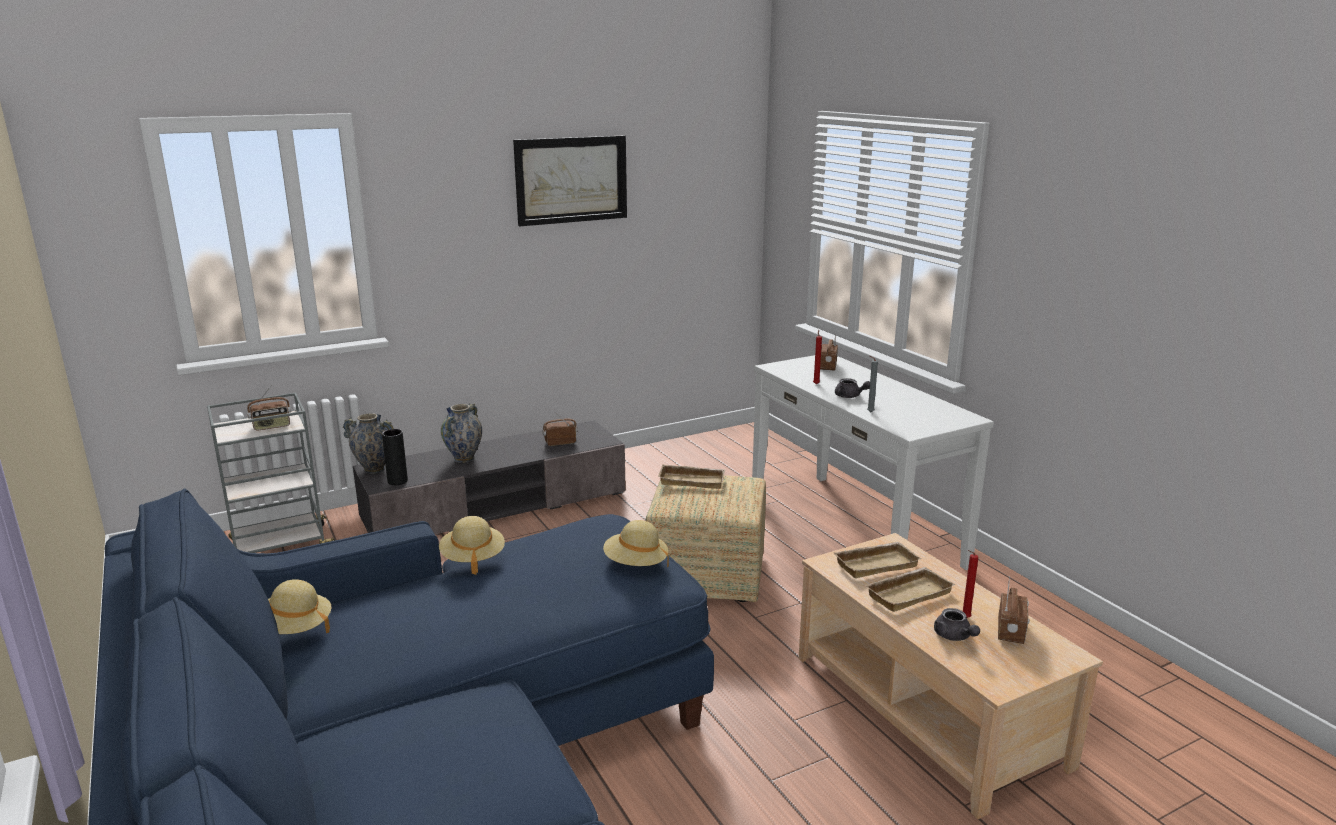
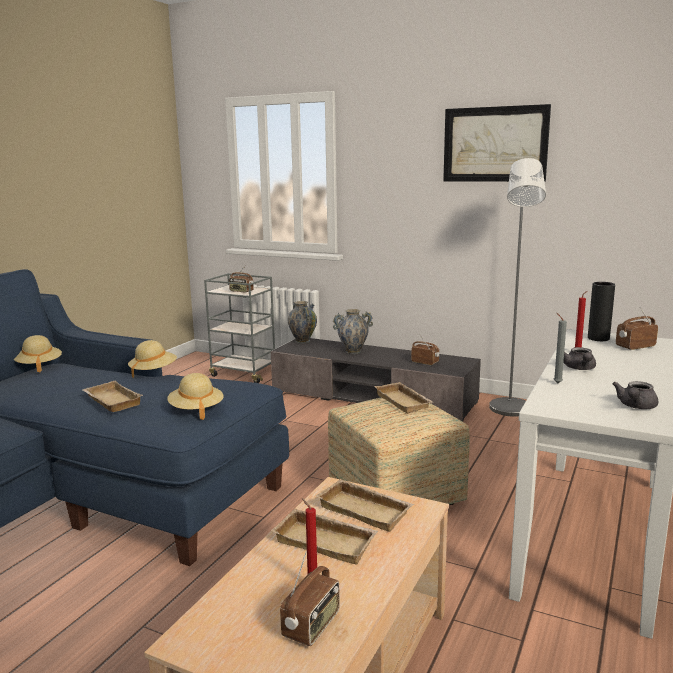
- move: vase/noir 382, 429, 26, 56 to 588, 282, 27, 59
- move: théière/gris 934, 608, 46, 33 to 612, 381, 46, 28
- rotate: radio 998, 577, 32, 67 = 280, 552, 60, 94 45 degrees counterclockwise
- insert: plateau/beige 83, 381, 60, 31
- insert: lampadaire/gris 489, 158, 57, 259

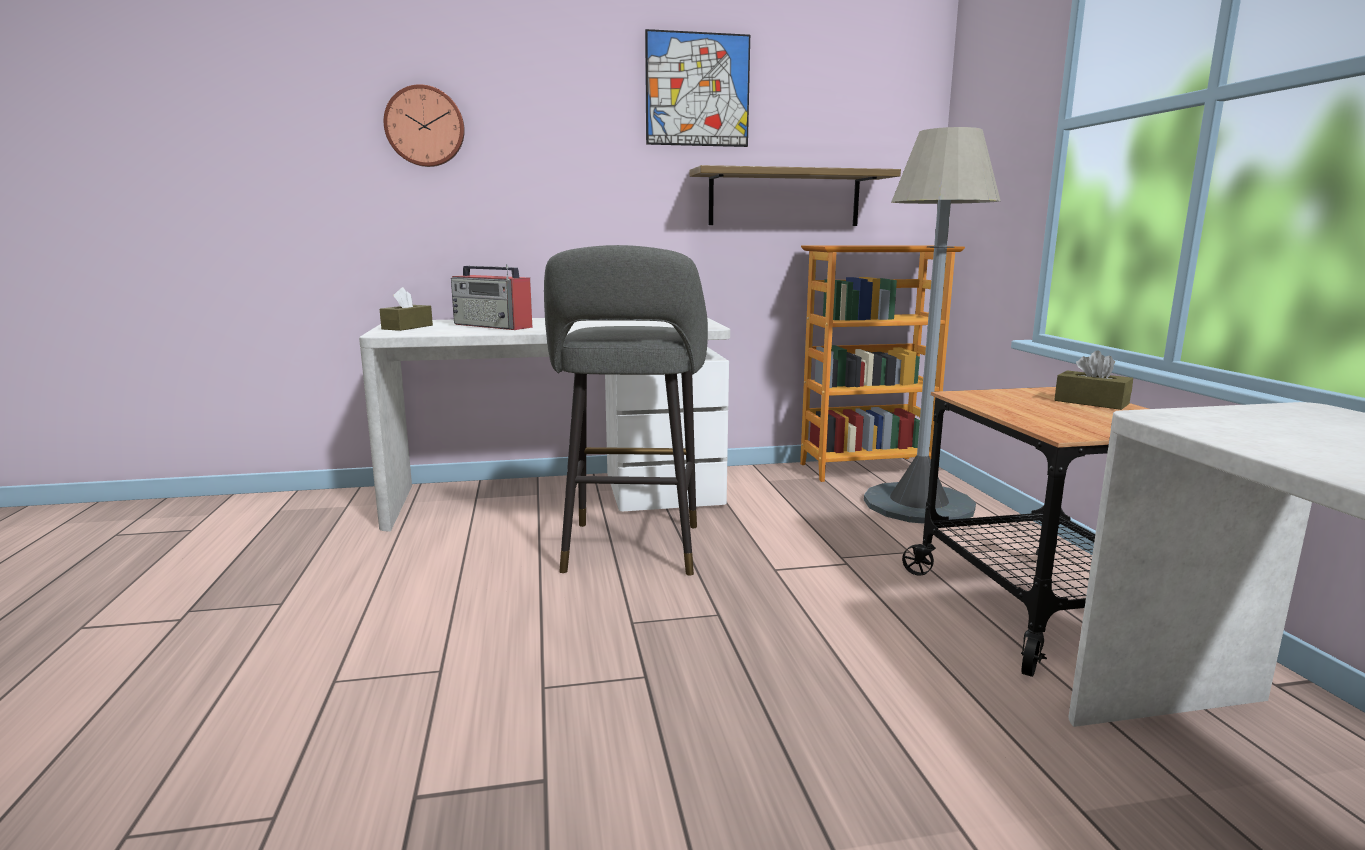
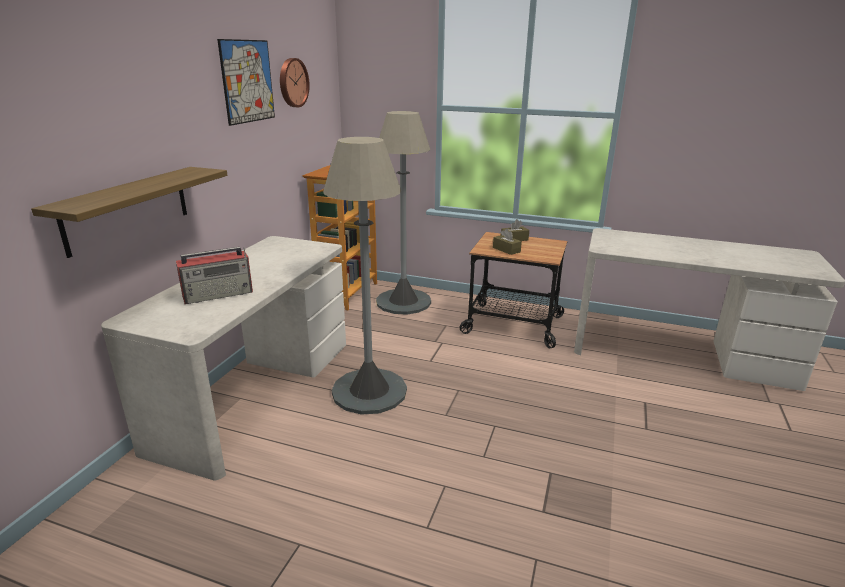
- move: boîte à mouchoirs/marron 380, 287, 53, 44 to 493, 229, 29, 26
- move: horloge murale 384, 84, 81, 83 to 280, 58, 30, 49
- replace: tabouret/gris 544, 245, 164, 330 to lampadaire/gris 323, 137, 84, 278
- move: étagère 689, 165, 212, 61 to 31, 167, 196, 91

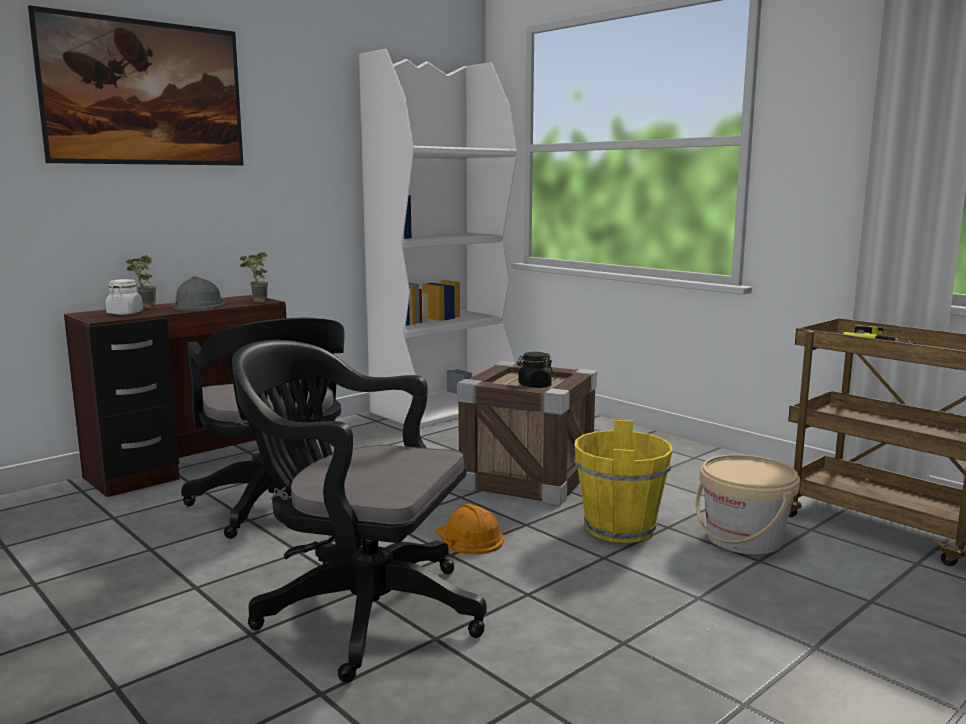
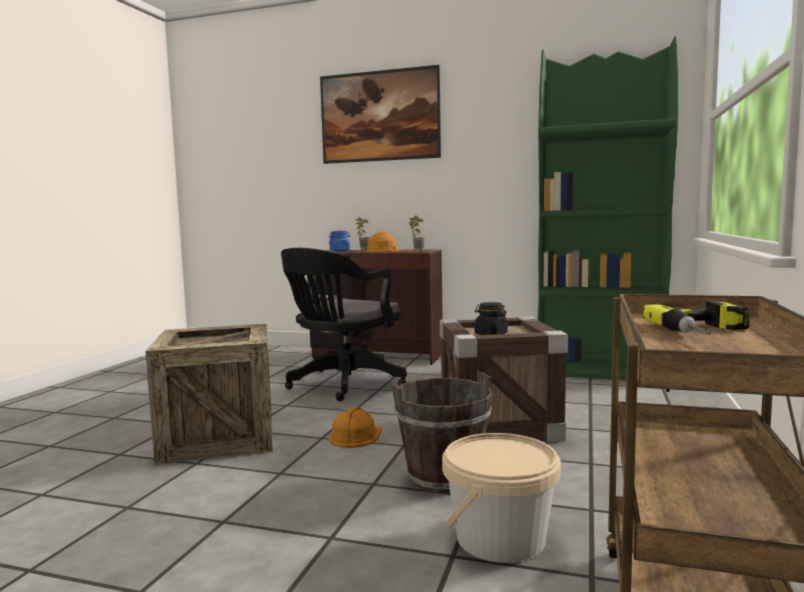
- recolor: bocal/blanc 106, 279, 37, 36 to bocal/bleu 329, 231, 22, 21
- recolor: casque de chantier/gris 173, 276, 53, 34 to casque de chantier/orange 366, 231, 35, 21
- replace: chaise de bureau/noir 232, 340, 255, 343 to caisse 145, 324, 128, 140
- recolor: bibliothèque/blanc 359, 49, 158, 379 to bibliothèque/vert 538, 36, 140, 344
- recolor: seau/jaune 574, 420, 98, 123 to seau/marron 391, 373, 102, 120

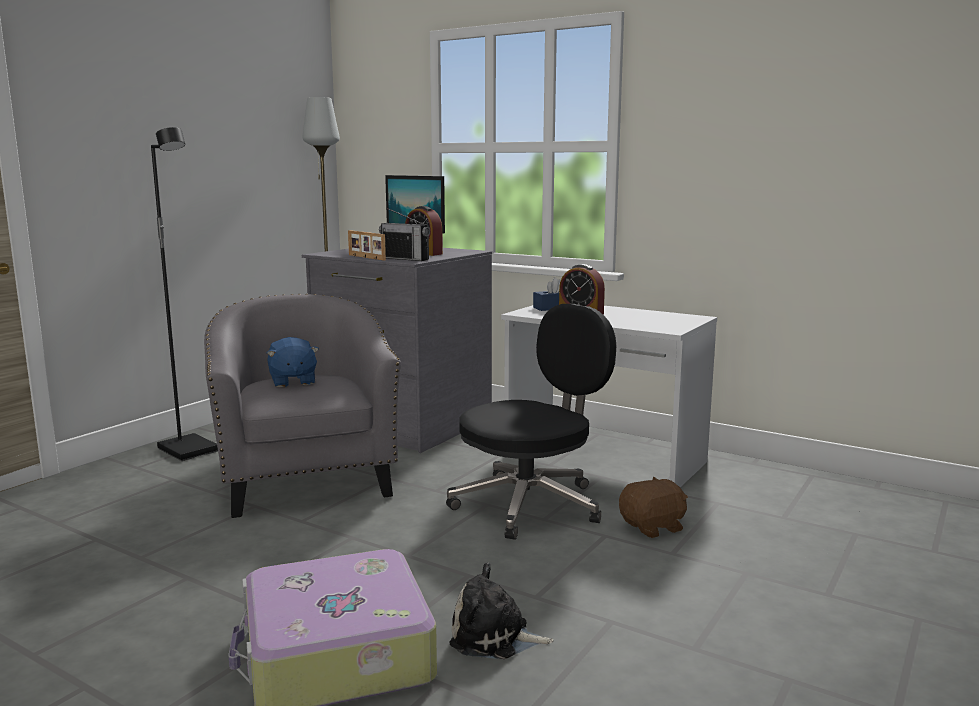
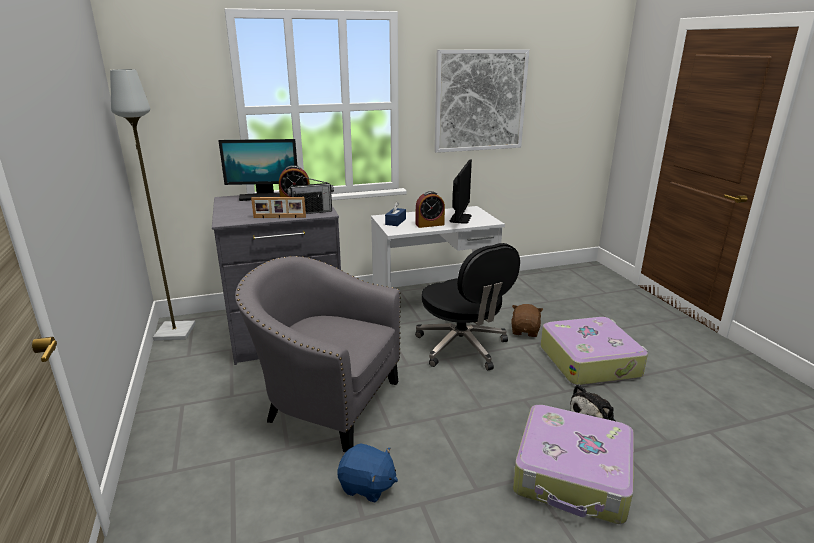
- delete: lampadaire/noir 151, 127, 67, 334
- move: peluche/bleu 267, 337, 52, 50 to 337, 444, 61, 58
- rotate: chaise de bureau/noir 446, 304, 171, 236 = 415, 243, 105, 128 150 degrees clockwise
- insert: tableau 435, 49, 94, 104
- insert: écran d'ordinateur 449, 160, 23, 64
- insert: valise 541, 317, 107, 68

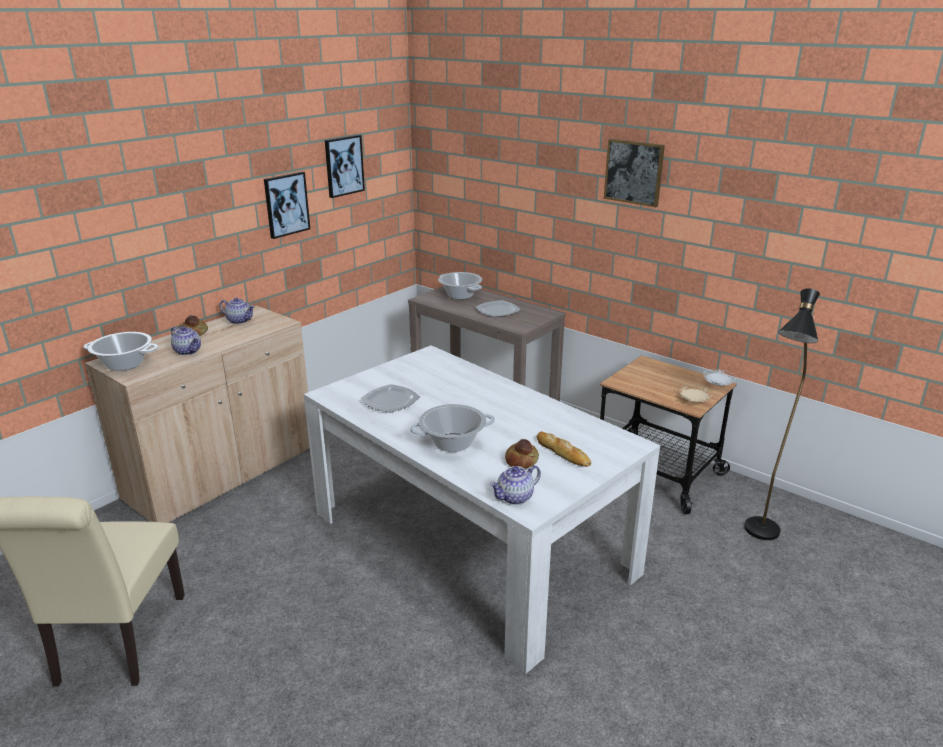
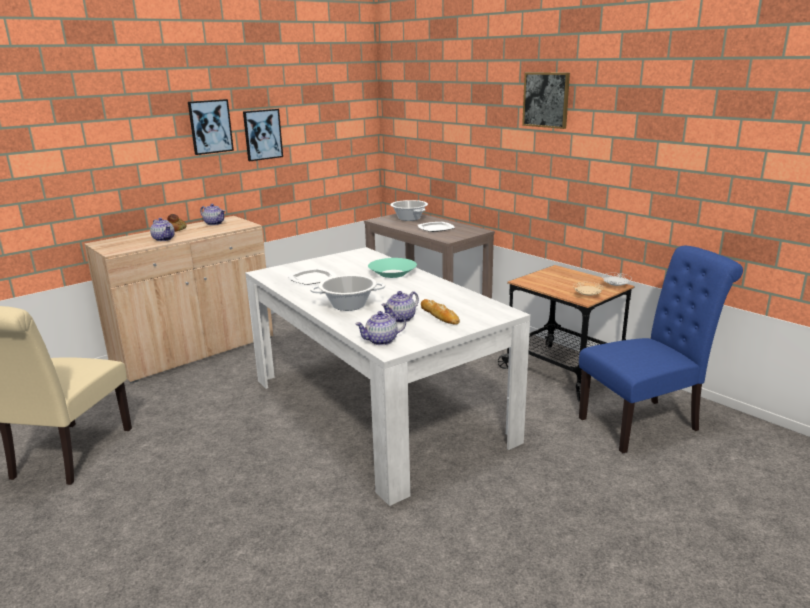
- delete: marmite 83, 332, 75, 39
- move: tableau 325, 135, 40, 63 to 188, 99, 46, 56
- replace: pain 505, 439, 34, 30 to théière 381, 291, 38, 32
- replace: lampadaire/noir 744, 288, 76, 252 to chaise/bleu 579, 246, 164, 207
- insert: bol/turquoise 368, 258, 49, 20

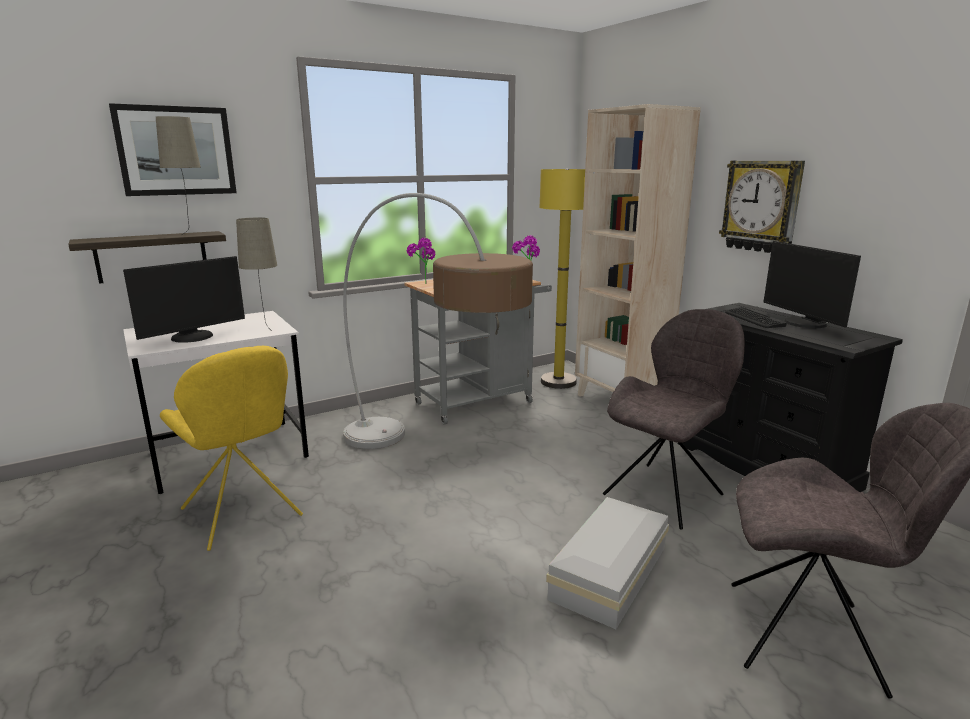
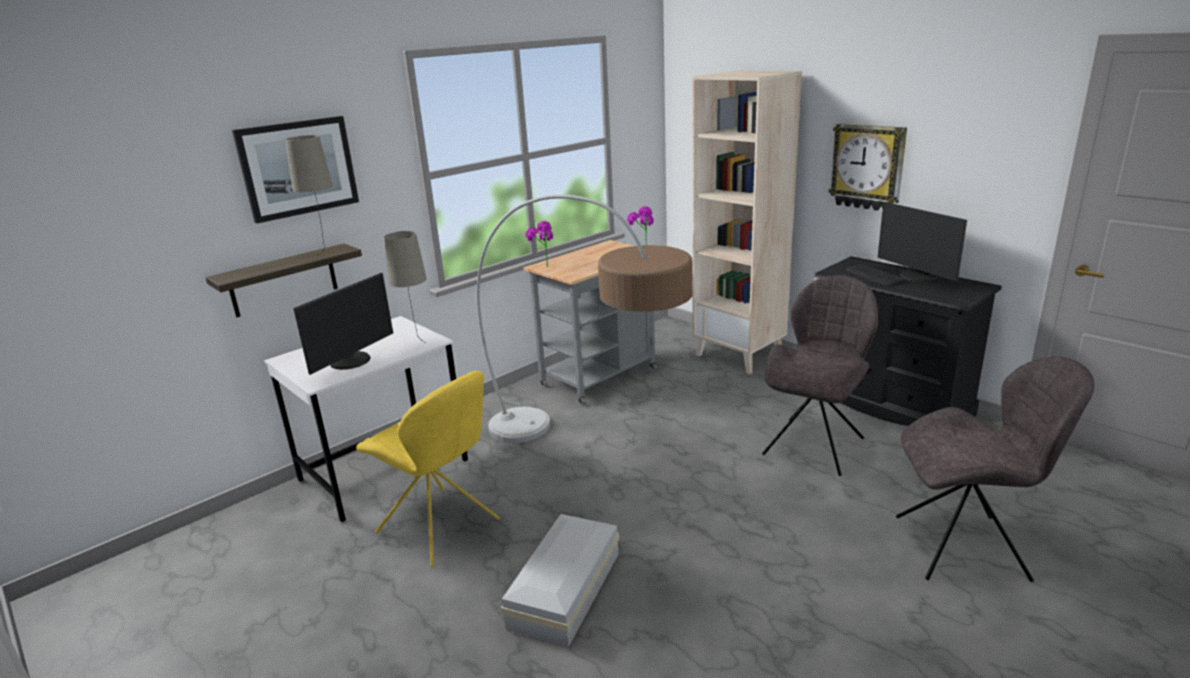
- delete: lampadaire/jaune 539, 169, 46, 220
- move: boîte de rangement/blanc 546, 497, 123, 132 to 501, 514, 118, 133

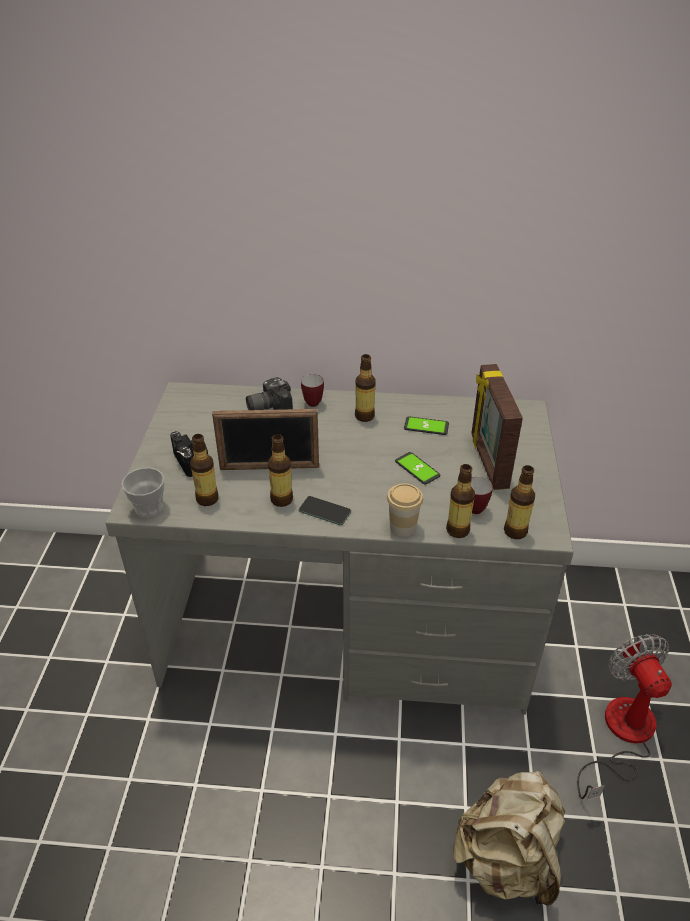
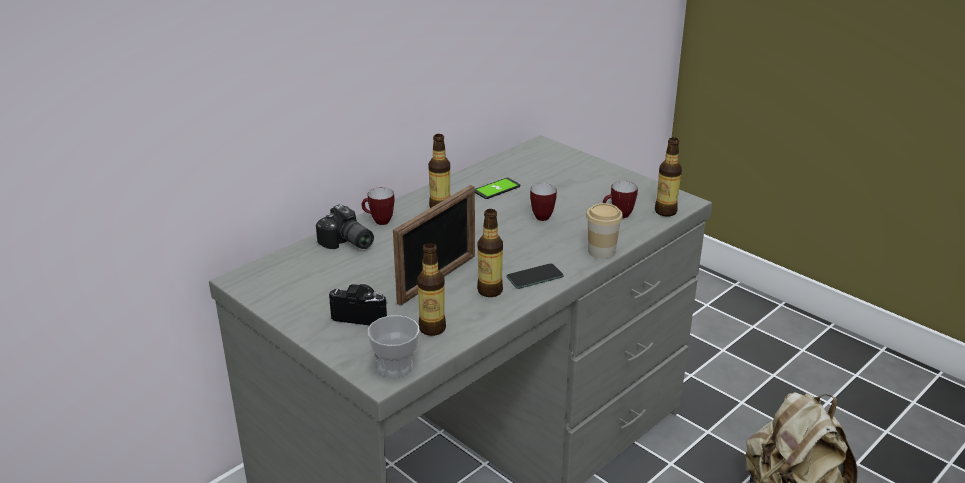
- rotate: appareil photo 246, 377, 47, 33 = 316, 204, 58, 45 60 degrees counterclockwise
- replace: téléphone 395, 452, 45, 33 to mug 530, 183, 27, 38
- delete: bouteille 446, 464, 29, 74
- delete: cadre photo 471, 364, 52, 126
- delete: ventilateur 577, 634, 95, 166

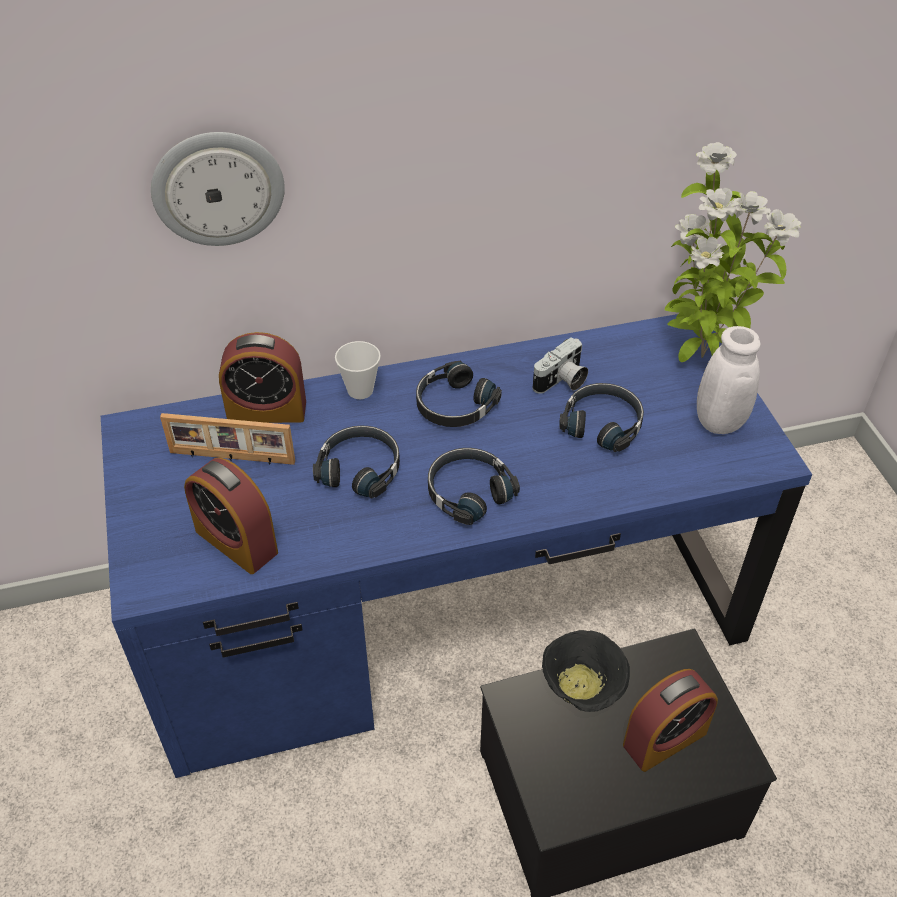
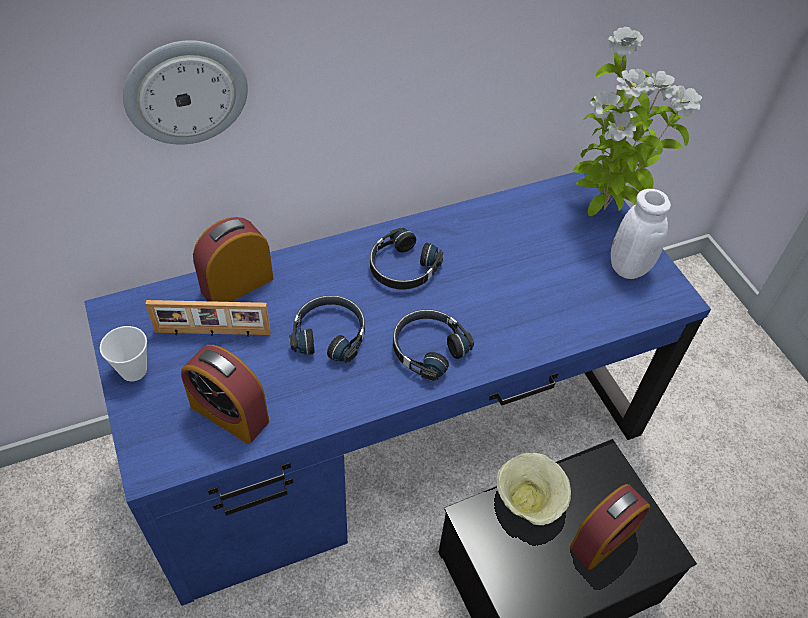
- rotate: réveil 219, 332, 87, 91 = 193, 217, 80, 85 150 degrees clockwise
- move: tasse 335, 341, 46, 58 to 100, 326, 47, 56
- delete: appareil photo 533, 337, 55, 57
- recolor: bol/noir 542, 630, 88, 82 to bol/beige 497, 453, 74, 72
- delete: casque audio/noir 559, 383, 85, 69

